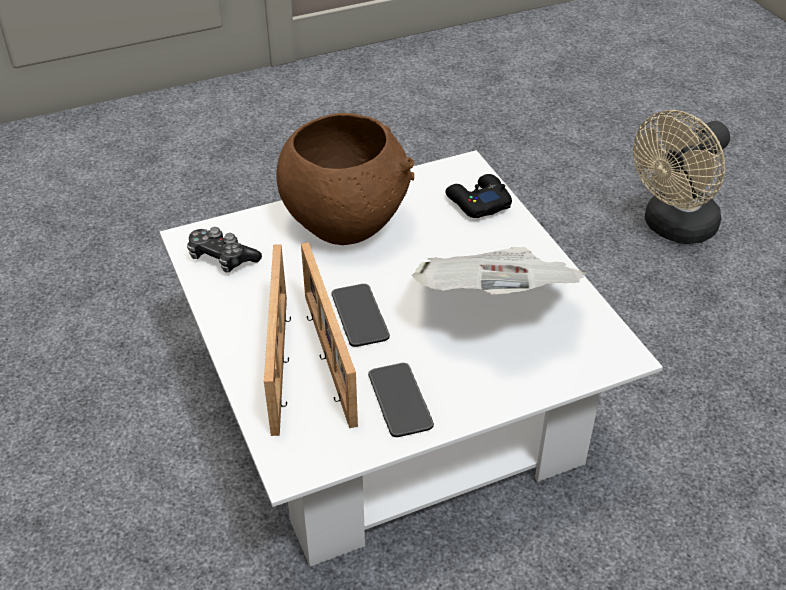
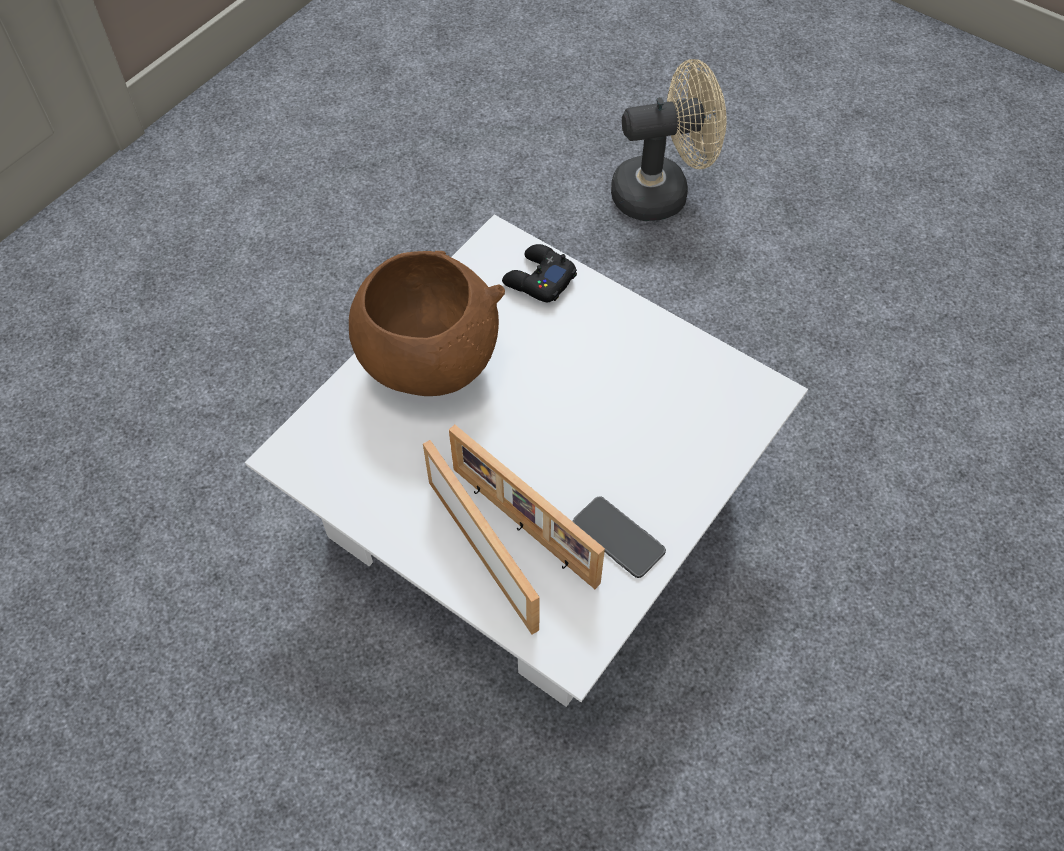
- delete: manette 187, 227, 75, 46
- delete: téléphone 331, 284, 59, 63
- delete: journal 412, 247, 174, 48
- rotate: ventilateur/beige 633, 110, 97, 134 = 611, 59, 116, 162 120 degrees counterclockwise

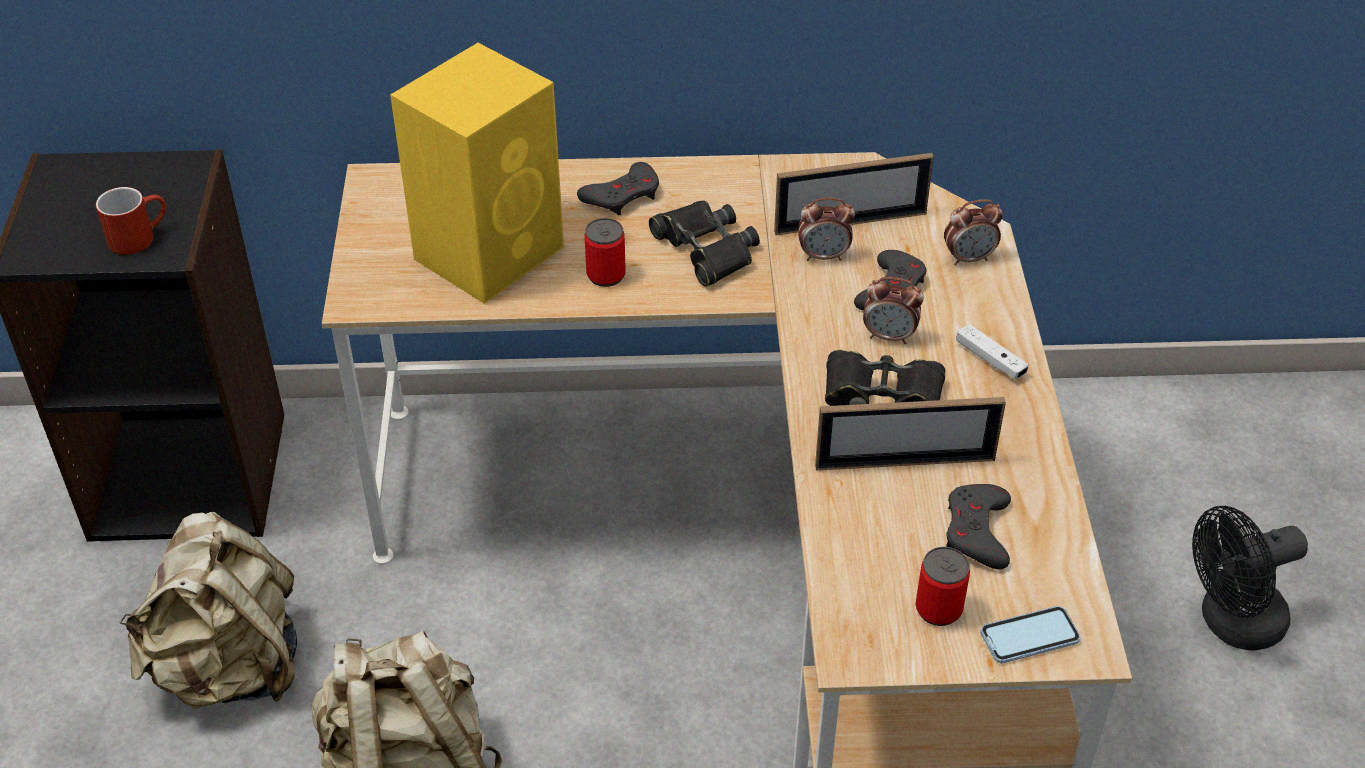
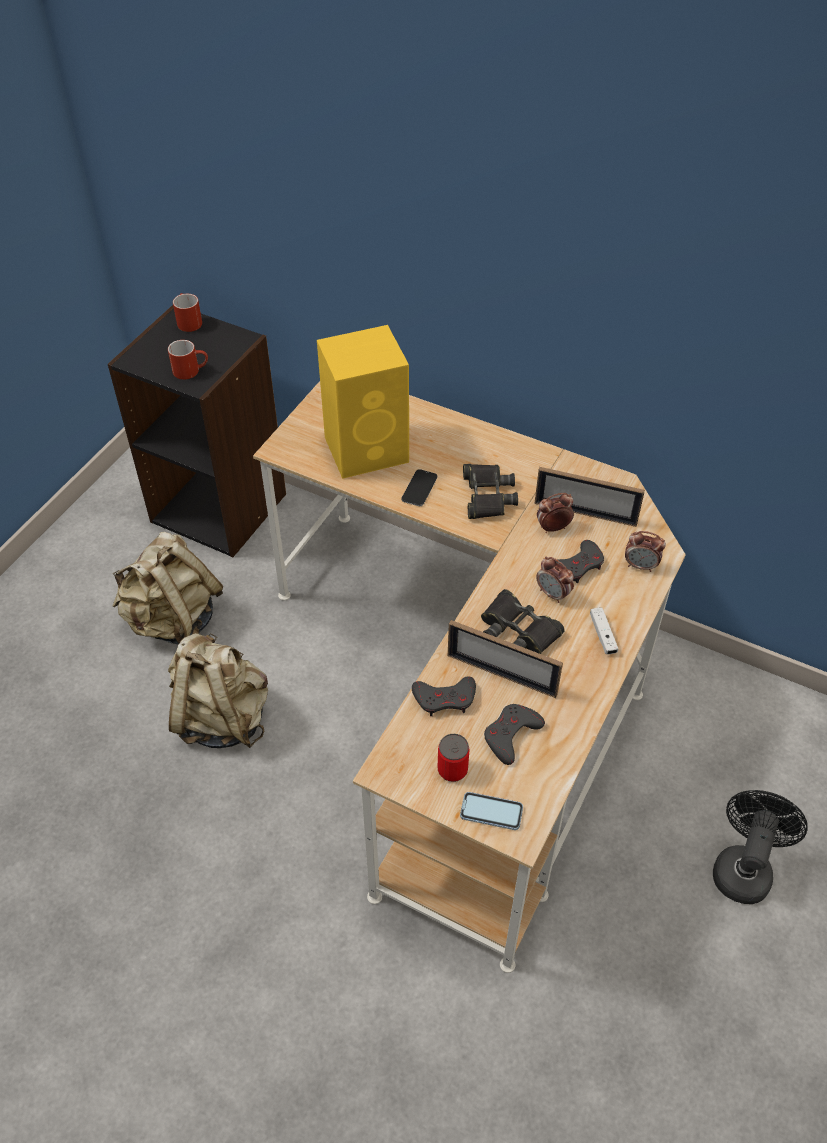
- move: manette/gris 577, 162, 82, 54 to 412, 677, 64, 39
- replace: boîte métallique 585, 218, 41, 69 to téléphone 401, 469, 37, 37
- rotate: réveil 798, 197, 57, 64 = 537, 493, 37, 40 135 degrees clockwise
- rotate: ventilateur/noir 1192, 506, 116, 145 = 713, 790, 95, 114 105 degrees clockwise
- insert: mug/rouge 173, 293, 29, 39

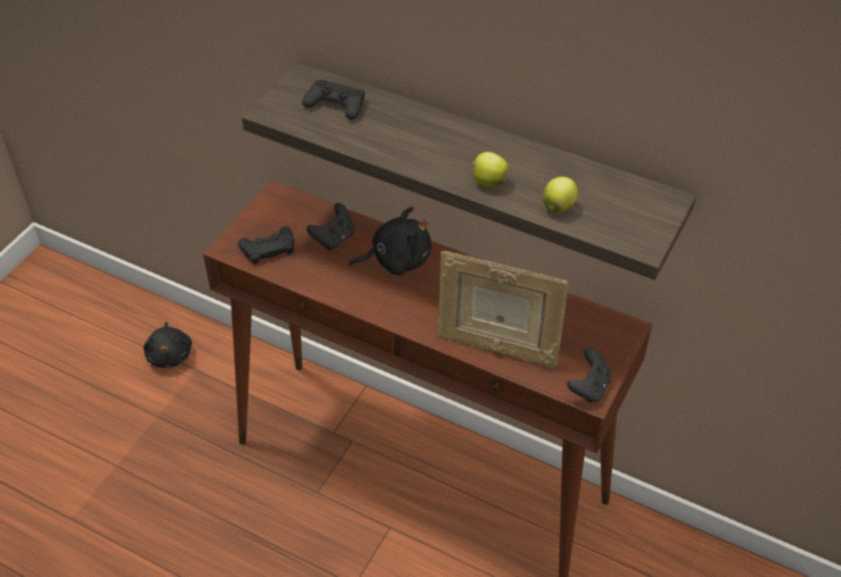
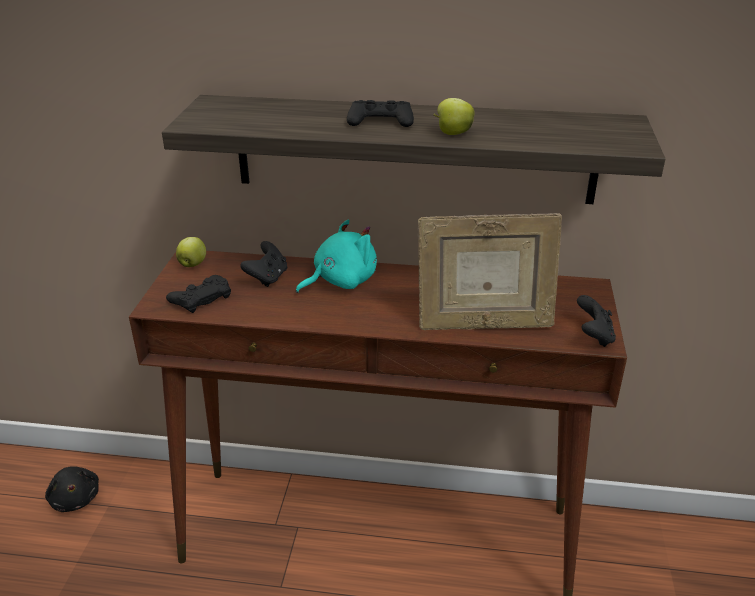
- move: manette/noir 302, 80, 63, 40 to 347, 100, 67, 27
- recolor: peluche/noir 349, 207, 83, 68 to peluche/turquoise 296, 219, 81, 74
- move: pomme 543, 177, 35, 35 to 176, 237, 30, 30

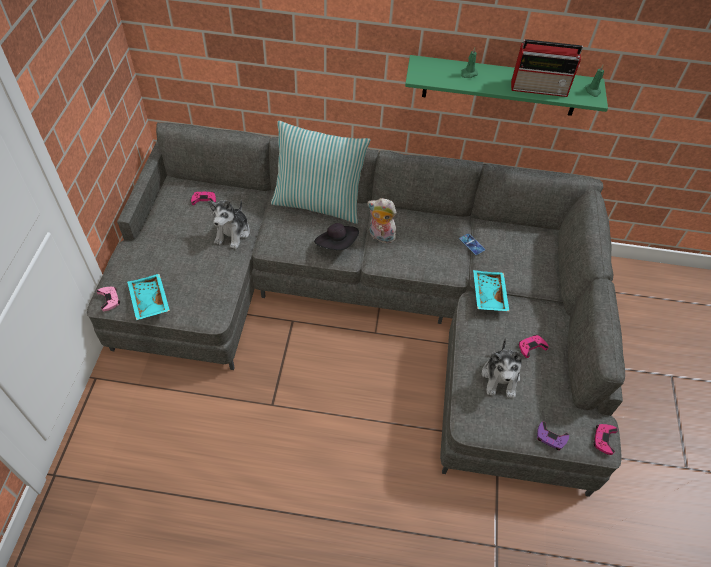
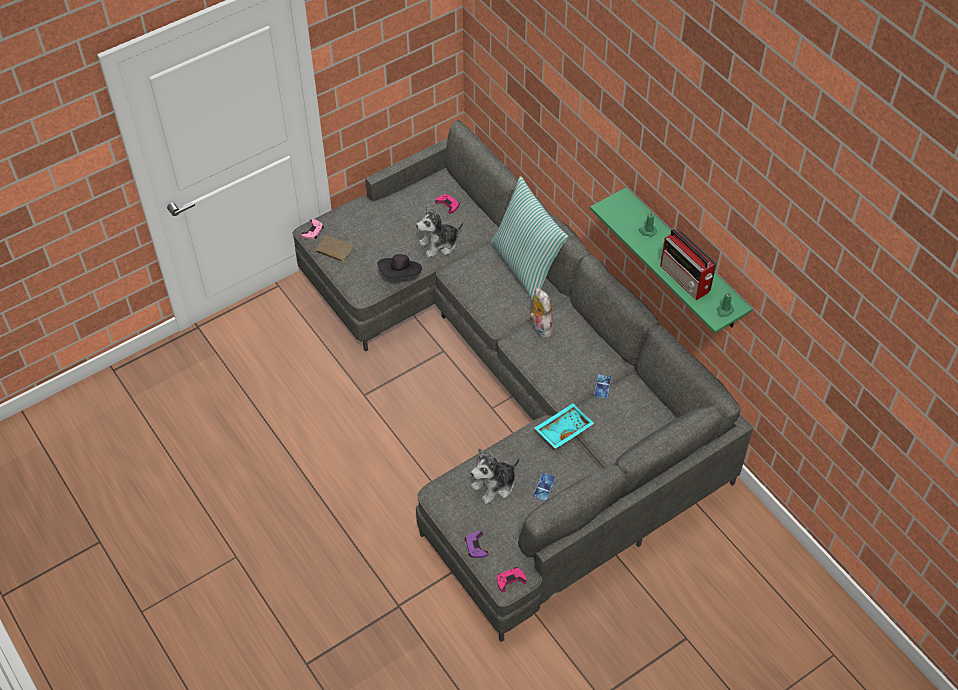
- replace: plateau/turquoise 127, 274, 43, 46 to livre/marron 316, 235, 37, 30
- move: chapeau/noir 314, 223, 45, 27 to 378, 254, 44, 24
- replace: manette/rose 519, 335, 30, 23 to téléphone 533, 473, 23, 28

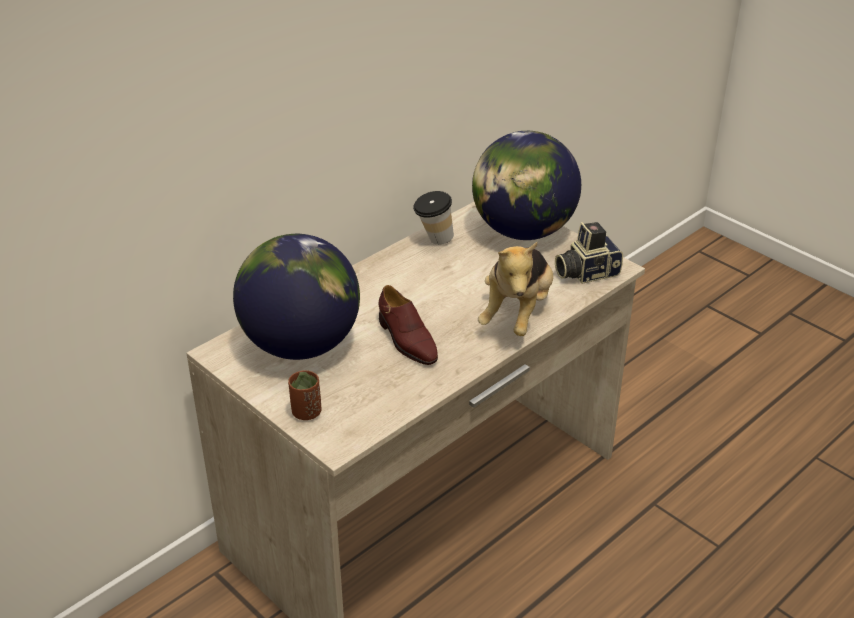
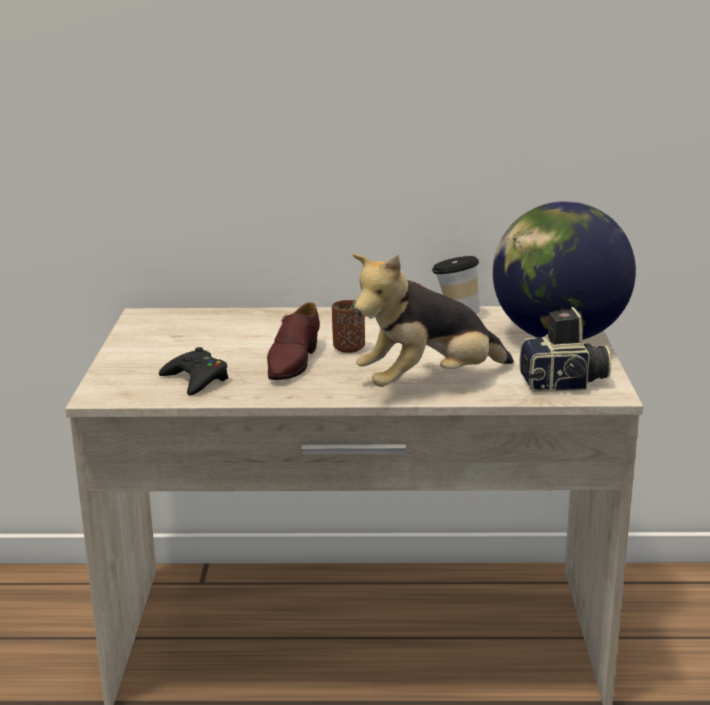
- delete: globe 233, 234, 127, 126
- move: tasse/marron 288, 370, 34, 50 to 332, 300, 33, 53
- rotate: appareil photo 555, 222, 68, 62 = 520, 307, 91, 85 150 degrees clockwise
- insert: manette/noir 159, 347, 69, 49

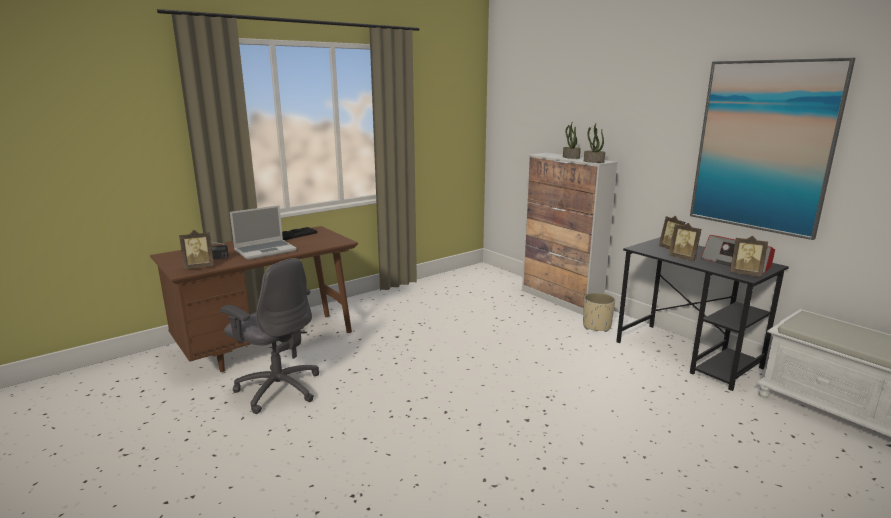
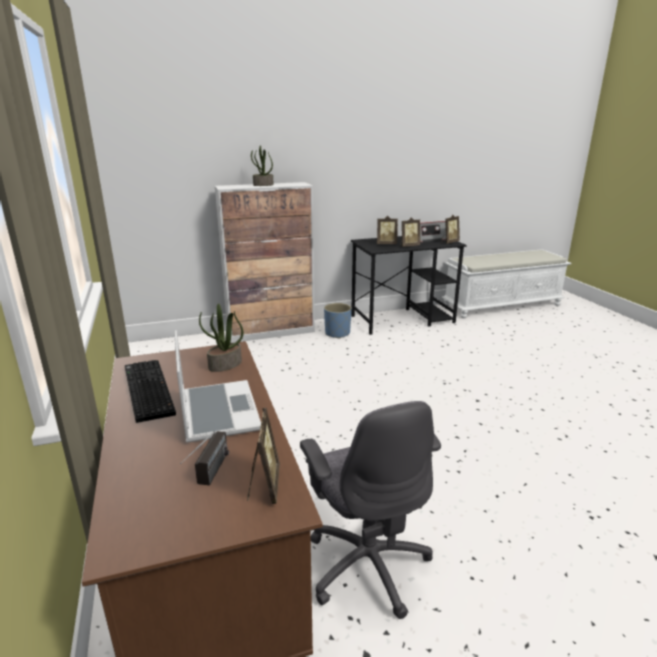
- rotate: chaise de bureau/gris 220, 258, 99, 156 = 300, 401, 141, 218 105 degrees clockwise
- recolor: cache-pot/beige 583, 293, 32, 39 to cache-pot/bleu 324, 303, 28, 36
- move: plante en pot 584, 123, 21, 40 to 199, 303, 45, 69
- delete: tableau 690, 58, 165, 182

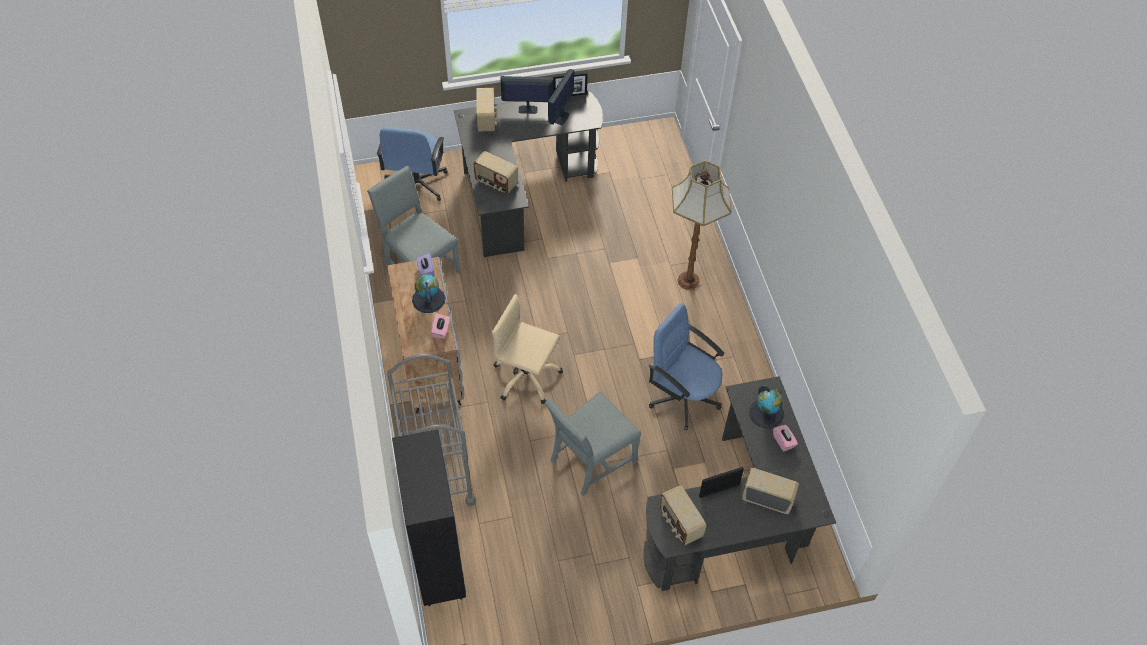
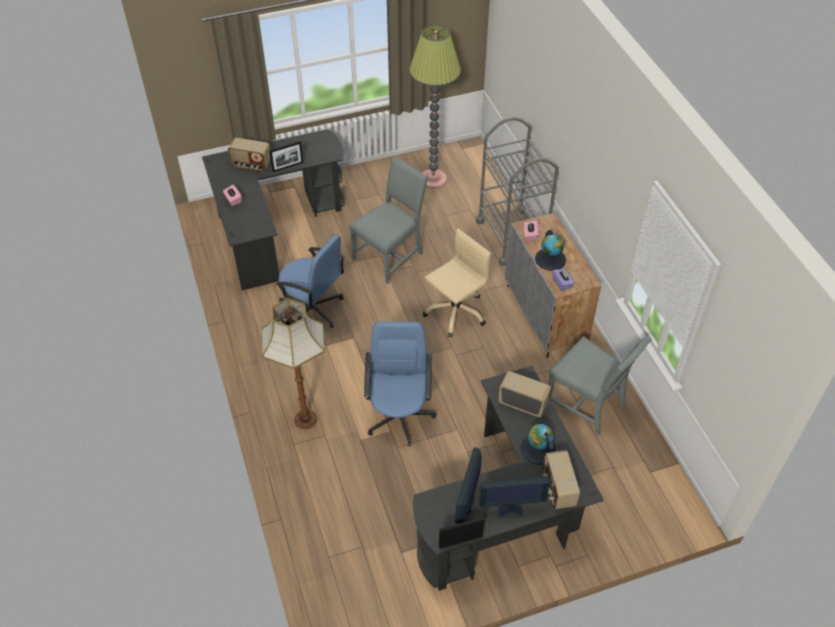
- move: chaise de bureau/bleu 377, 127, 70, 74 to 364, 321, 72, 125
- delete: bibliothèque/noir 392, 429, 74, 177
- rotate: chaise de bureau/beige 492, 294, 71, 110 = 423, 229, 68, 108 60 degrees counterclockwise
- delete: radio 660, 485, 46, 61
- move: globe 749, 385, 35, 43 to 520, 424, 36, 41
- insert: lampadaire 409, 24, 52, 165

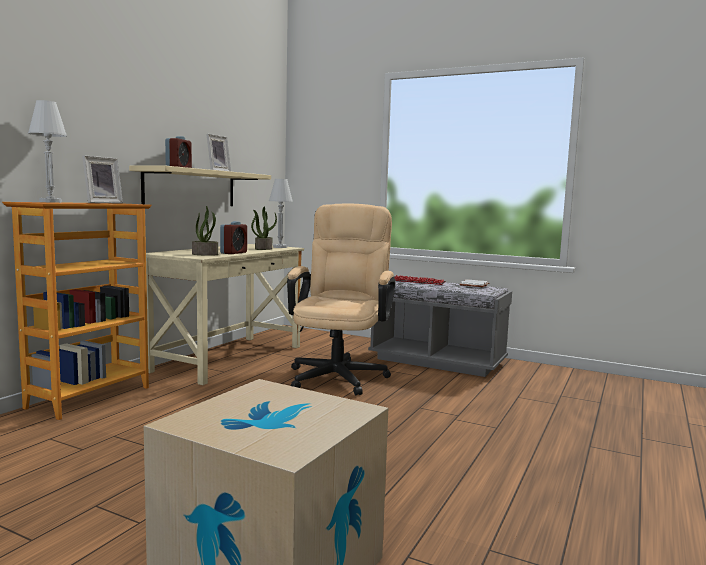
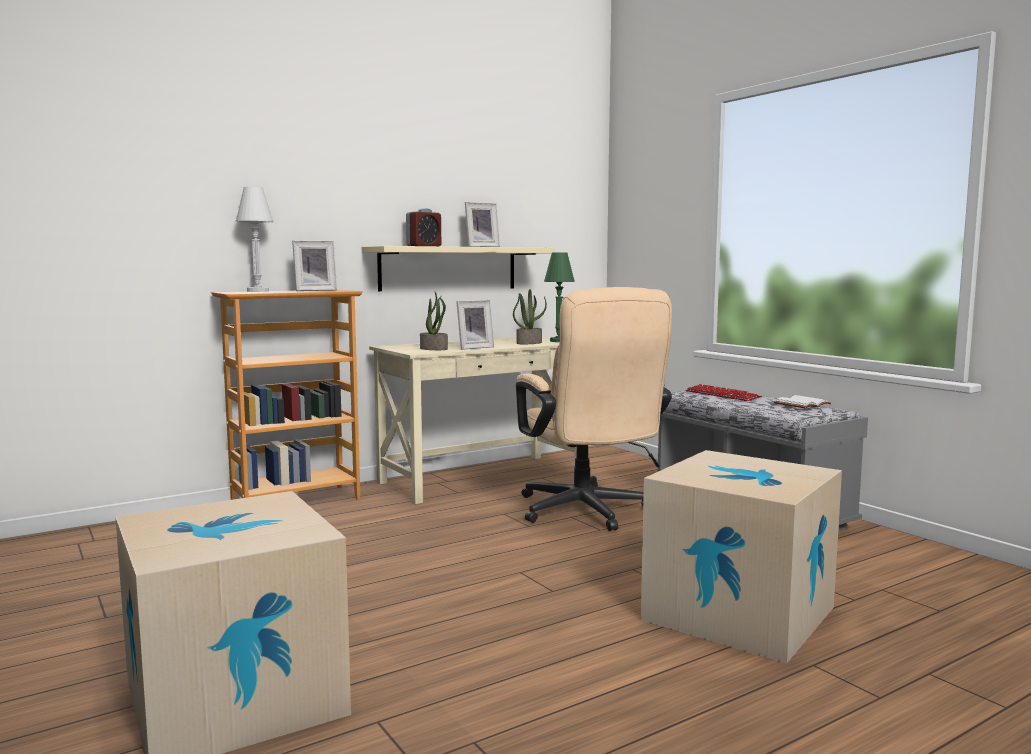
- replace: réveil 220, 221, 27, 33 to cadre photo 456, 300, 38, 50
- recolor: lampe de table/blanc 269, 179, 24, 69 to lampe de table/vert 544, 252, 31, 90
- rotate: chaise de bureau/beige 287, 204, 109, 191 = 516, 287, 156, 244 120 degrees clockwise
- insert: carton 641, 450, 201, 213

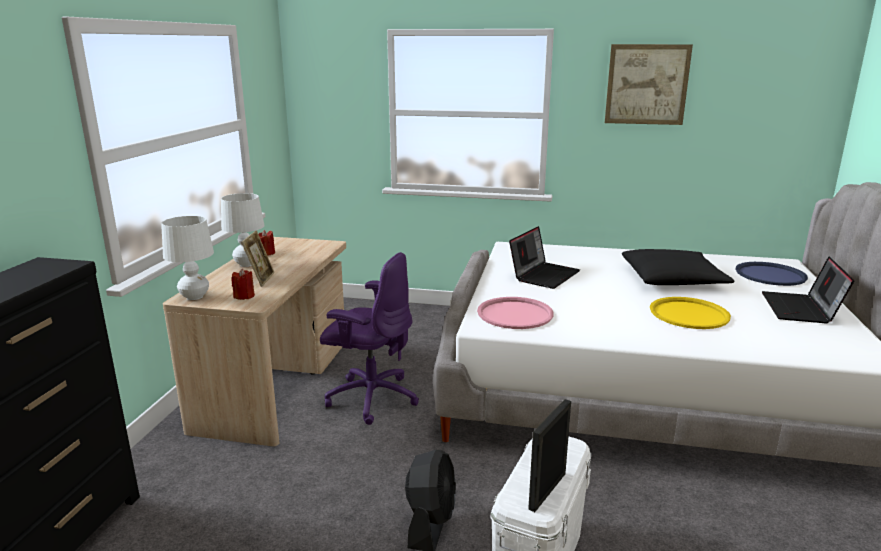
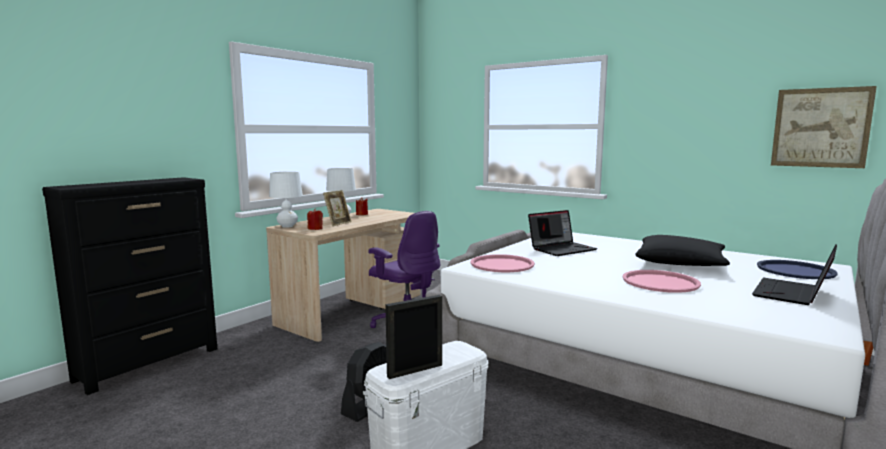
- move: tableau 605, 44, 88, 81 to 771, 86, 106, 82
- recolor: plateau/jaune 650, 297, 81, 32 to plateau/rose 623, 270, 78, 23

